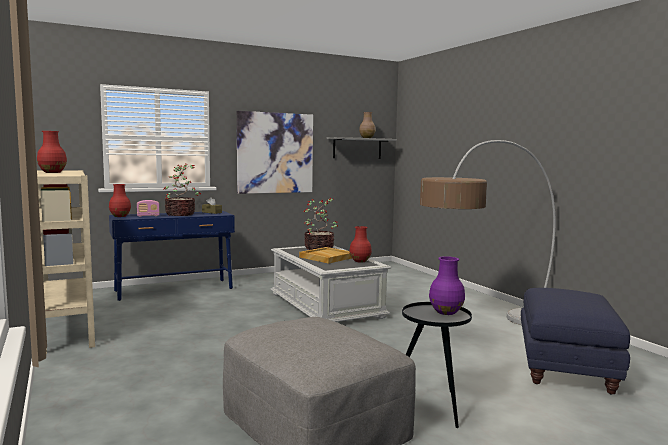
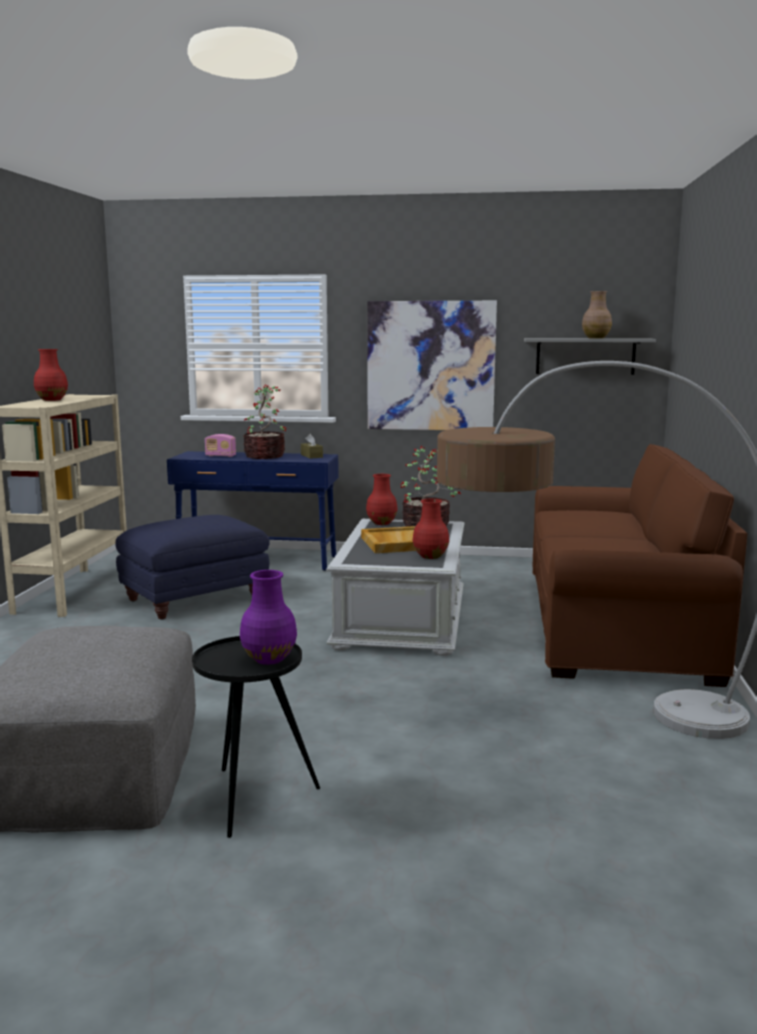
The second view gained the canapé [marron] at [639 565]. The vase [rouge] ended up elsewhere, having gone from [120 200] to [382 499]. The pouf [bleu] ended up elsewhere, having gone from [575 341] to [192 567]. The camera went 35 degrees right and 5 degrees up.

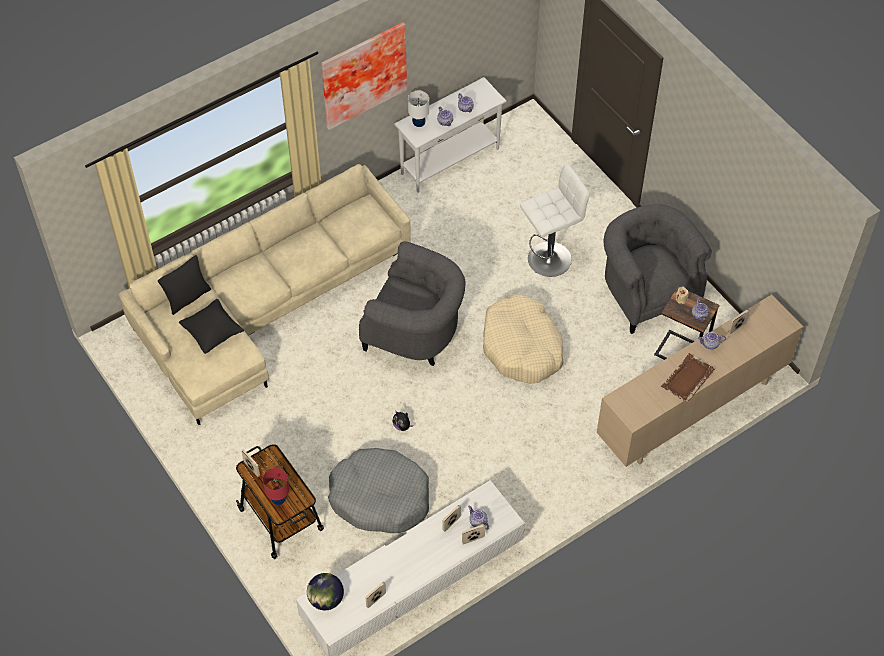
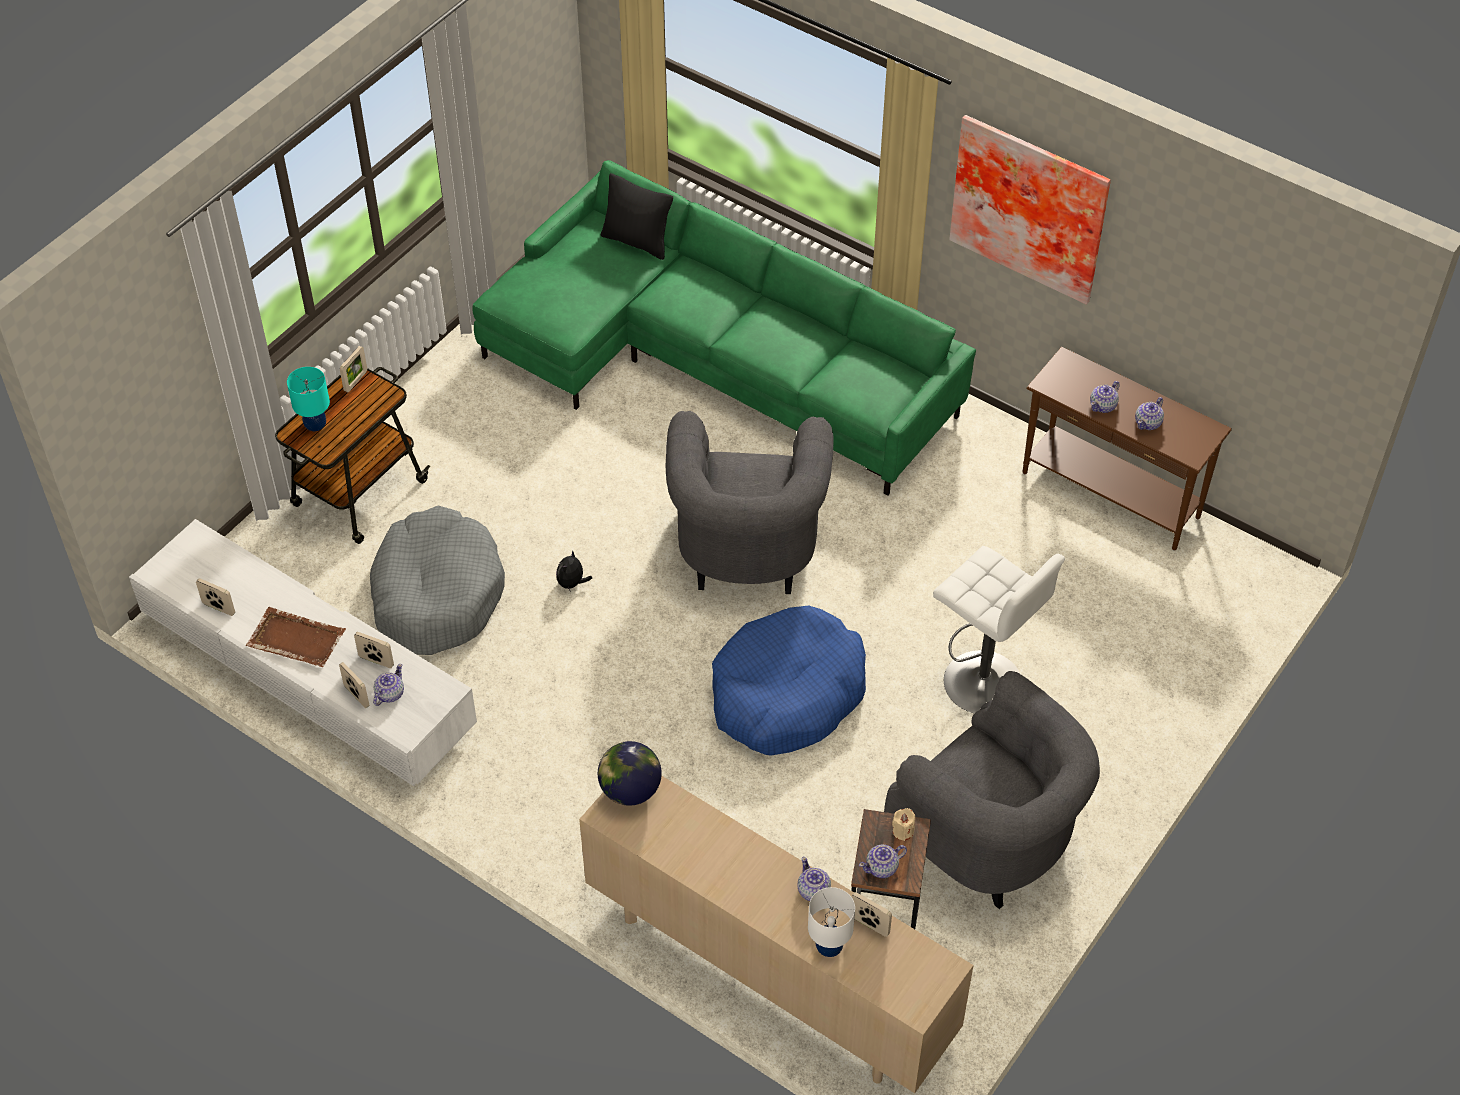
The second view lost the coussin [noir] at [211 326]. The globe ended up elsewhere, having gone from [325 591] to [630 773]. The lampe de table [blanc] ended up elsewhere, having gone from [418 109] to [831 922]. The plateau [marron] ended up elsewhere, having gone from [688 378] to [296 637]. What was the canapé [beige] at [264 294] turned into the canapé [vert] at [724 328]. What was the lampe de table [rouge] at [276 486] turned into the lampe de table [turquoise] at [308 399]. What was the table console [blanc] at [450 135] turned into the table console [marron] at [1127 449]. What was the panier pour chien [beige] at [523 338] turned into the panier pour chien [bleu] at [789 681]. The fauteuil [gris] at [658 269] ended up facing another way, 90 degrees clockwise from before. The camera went 70 degrees right and 5 degrees down.

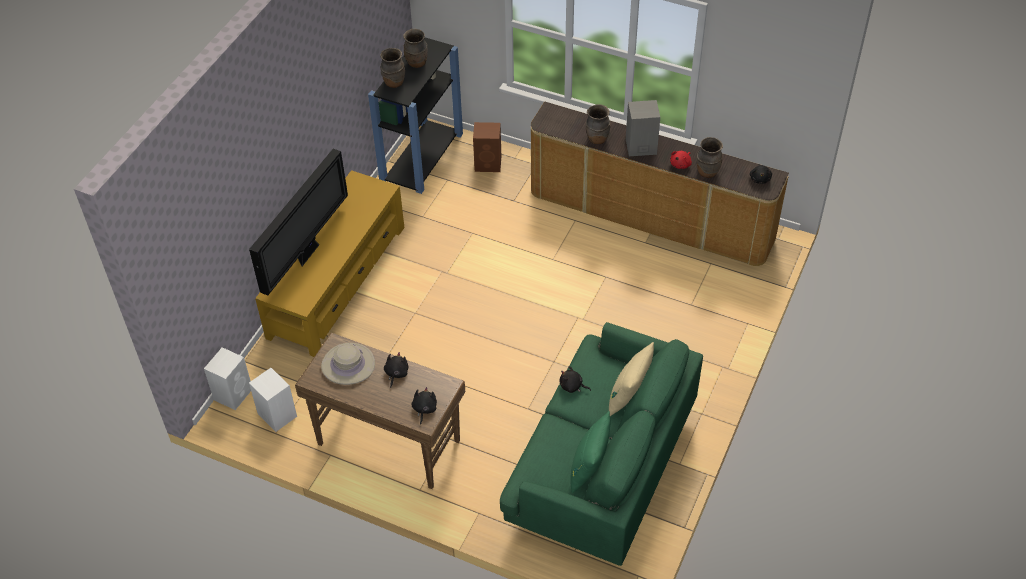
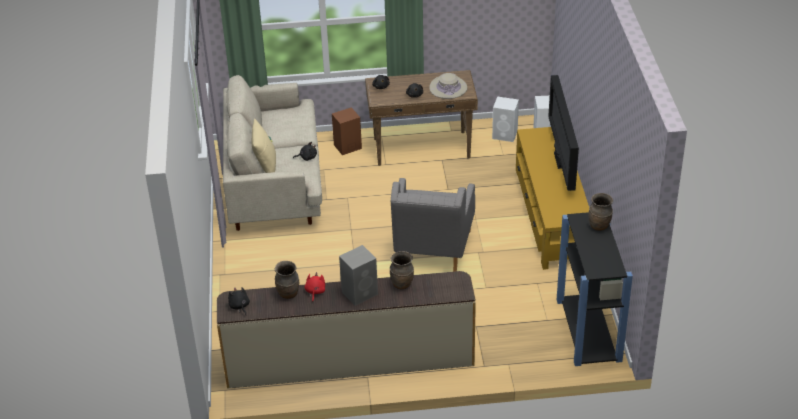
The second view lost the vase [marron] at [415 48]. The second view lost the coussin [vert] at [590 452]. The second view gained the fauteuil [gris] at [433 225]. The enceinte [marron] ended up elsewhere, having gone from [487 147] to [347 131]. What was the canapé [vert] at [601 444] turned into the canapé [beige] at [272 153]. The camera went 150 degrees right and 10 degrees down.

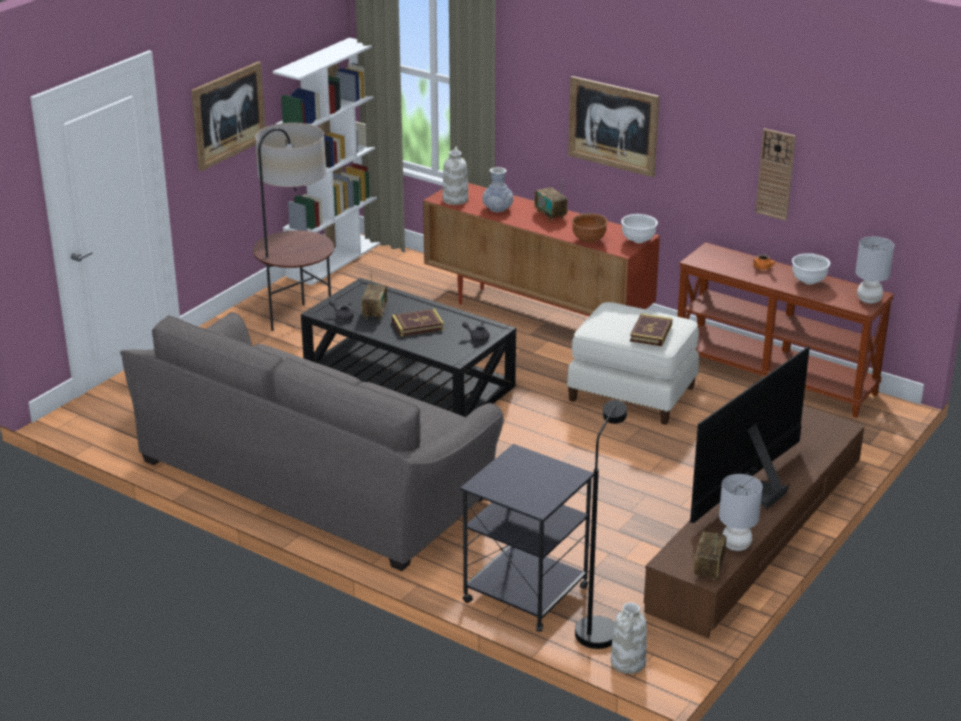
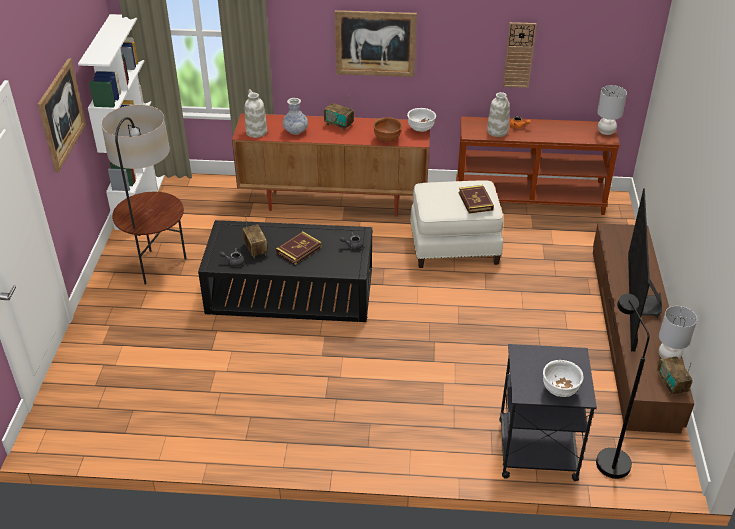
The second view lost the canapé [gris] at [312 441]. The vase [blanc] ended up elsewhere, having gone from [629 638] to [498 114]. The bol [blanc] ended up elsewhere, having gone from [811 269] to [563 378]. The camera went 30 degrees left and 10 degrees up.

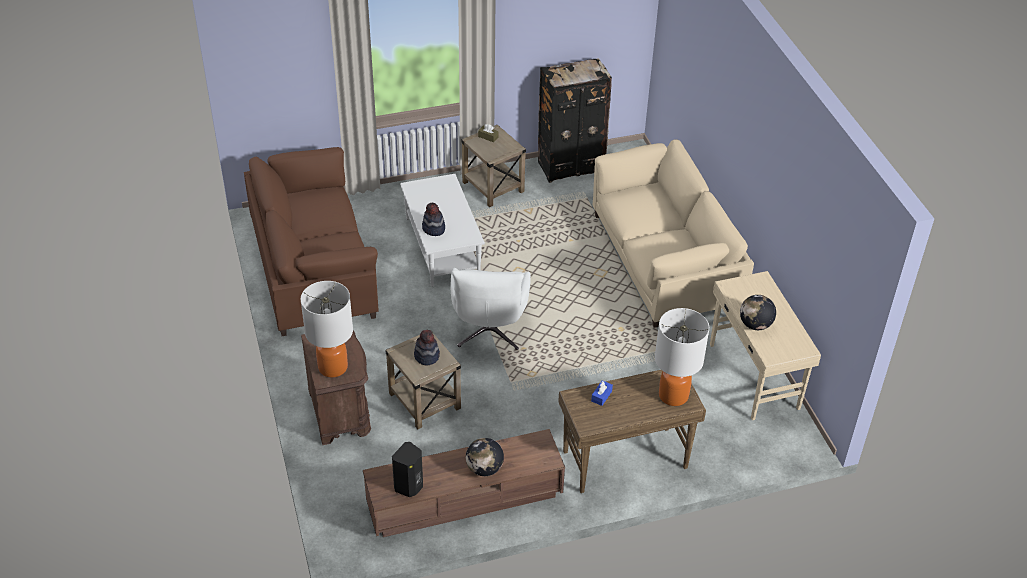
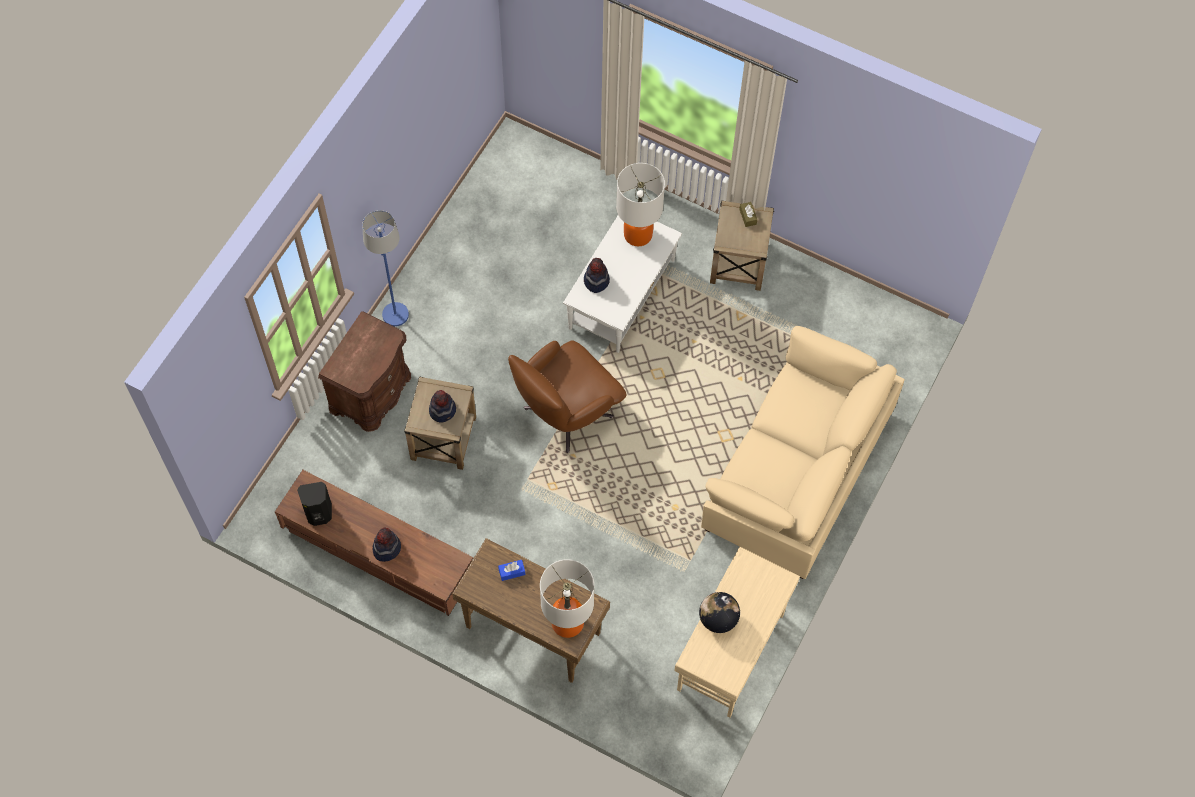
The second view lost the canapé [marron] at [311 241]. The second view lost the meuble de rangement [noir] at [575 121]. The second view gained the lampadaire [bleu] at [385 268]. The lampe de table ended up elsewhere, having gone from [327 329] to [640 204]. Where the globe stood at [485 457], the chapeau came to stand at [386 545]. What was the fauteuil [blanc] at [491 309] turned into the fauteuil [marron] at [567 396]. The camera went 45 degrees right and 20 degrees up.

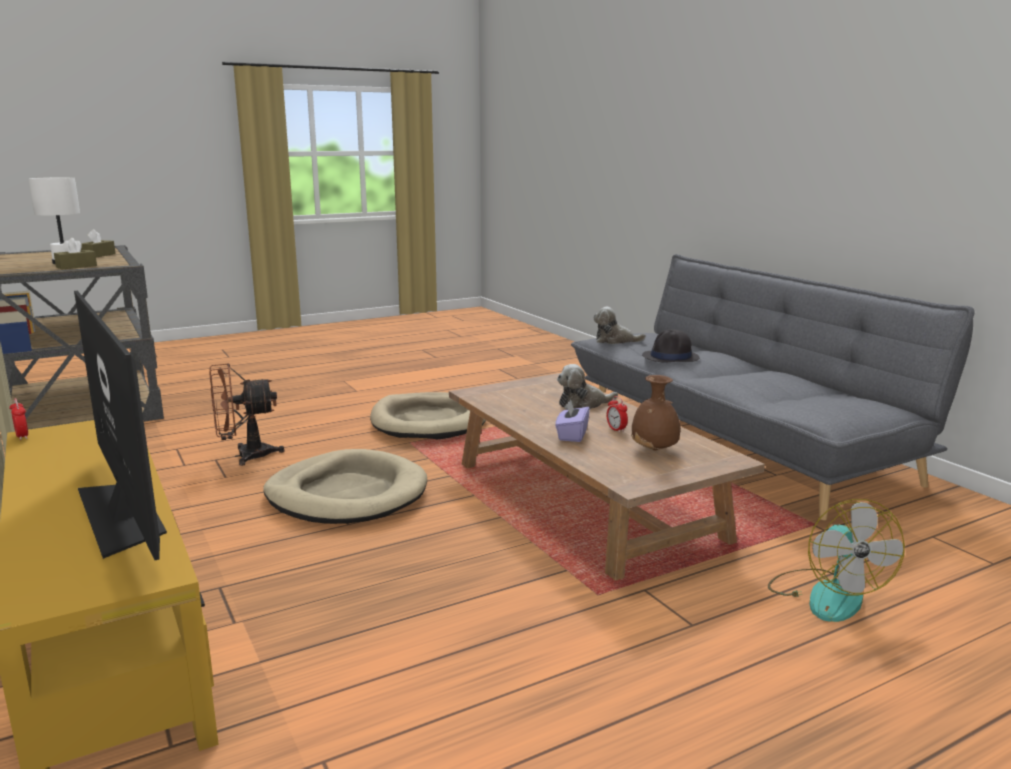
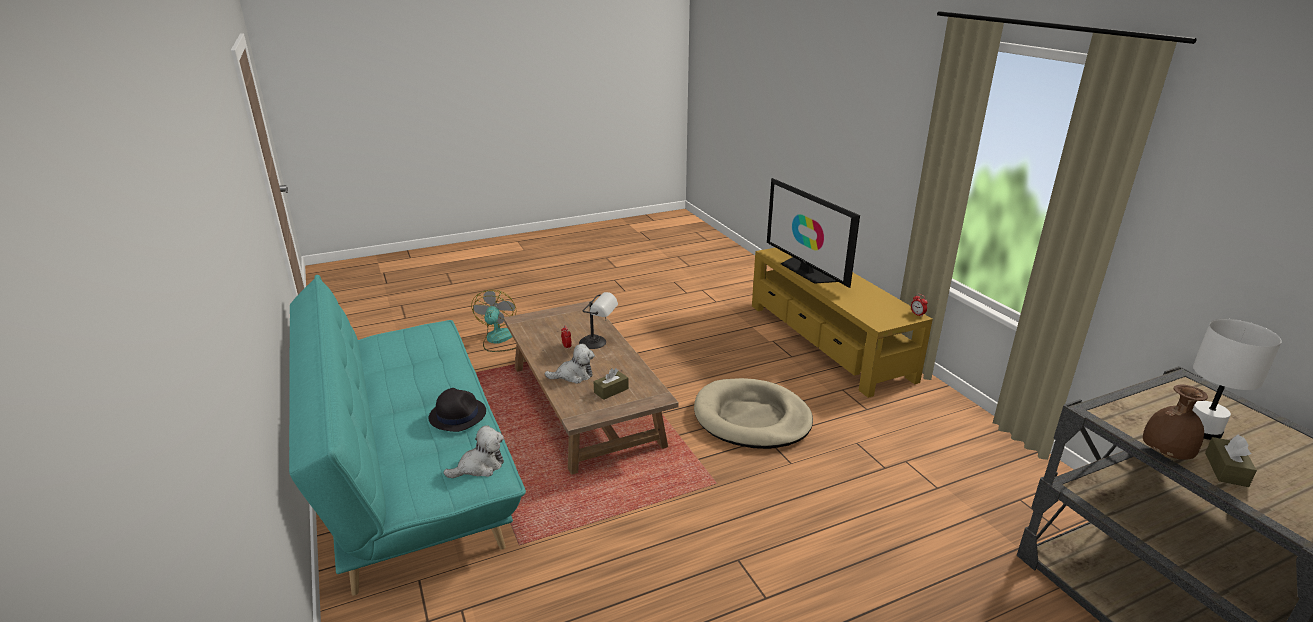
The second view lost the ventilateur [marron] at [246 414]. The second view lost the panier pour chien [beige] at [428 416]. The boîte à mouchoirs [marron] ended up elsewhere, having gone from [75 253] to [611 384]. The vase [marron] ended up elsewhere, having gone from [656 412] to [1175 422]. Where the boîte à mouchoirs [violet] stood at [572 420], the lampe de table came to stand at [598 320]. What was the canapé [gris] at [773 387] turned into the canapé [turquoise] at [407 435]. The peluche at [619 325] ended up facing another way, 45 degrees counterclockwise from before. The camera went 175 degrees left and 10 degrees up.

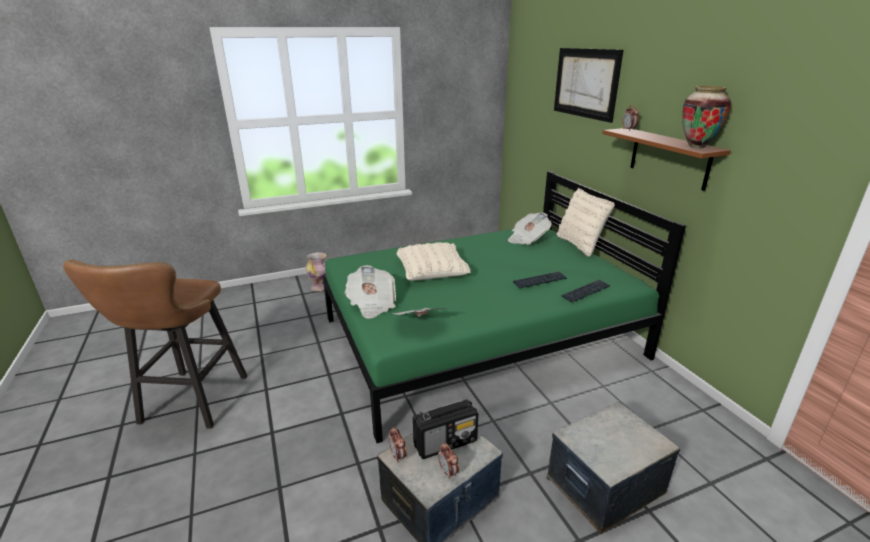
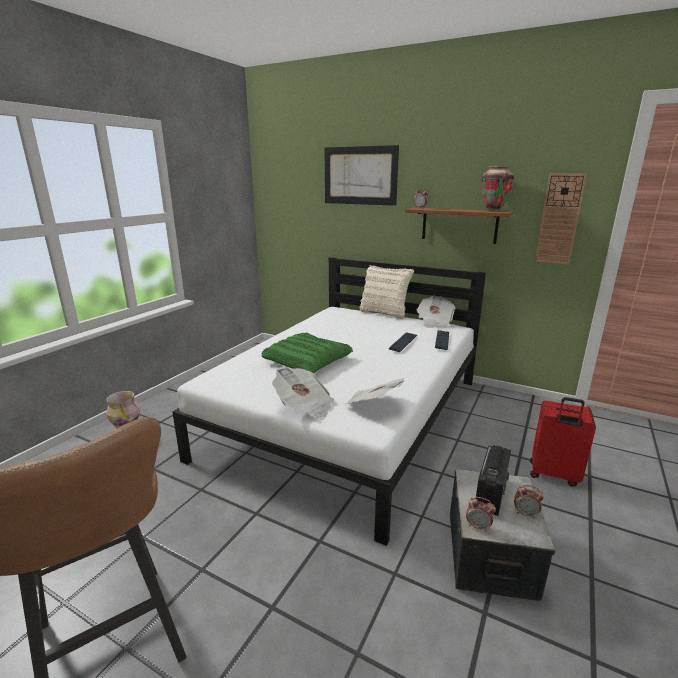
The second view gained the horloge murale at [561 219]. The journal ended up elsewhere, having gone from [530 228] to [436 312]. Where the boîte de rangement stood at [613 468], the valise [rouge] came to stand at [563 442]. What was the lit [vert] at [504 307] turned into the lit [blanc] at [329 401]. What was the coussin [beige] at [433 261] turned into the coussin [vert] at [307 353]. The camera went 40 degrees left and 5 degrees down.

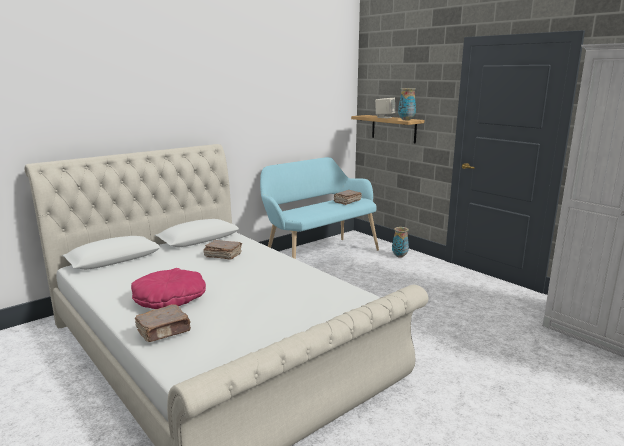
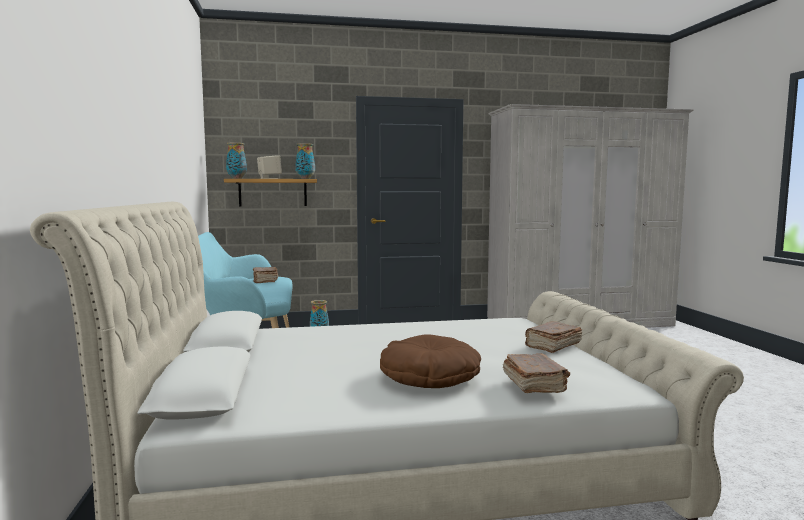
The second view gained the vase at [236 161]. The livre [marron] ended up elsewhere, having gone from [222 250] to [553 337]. What was the coussin [rose] at [168 288] turned into the coussin [marron] at [430 361]. The camera went 60 degrees left and 10 degrees down.

